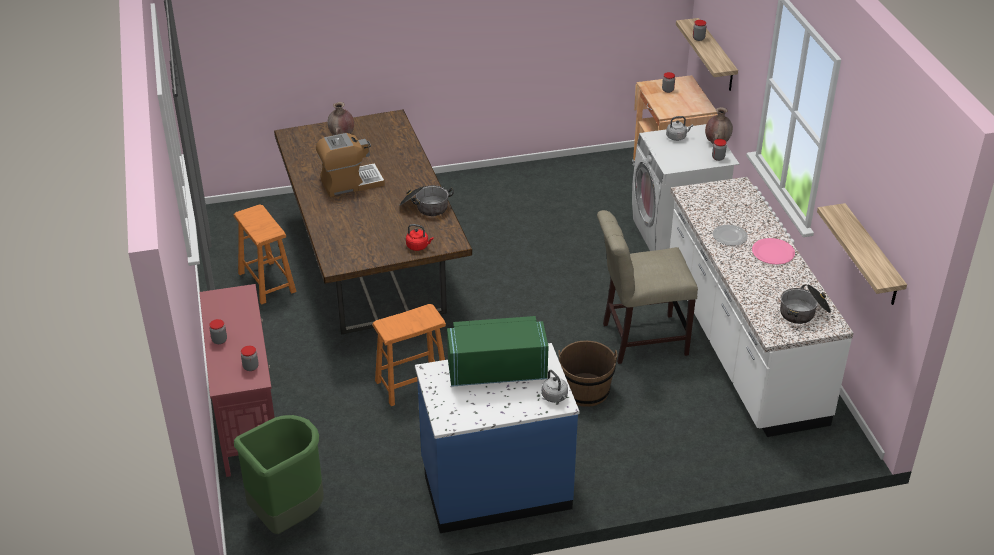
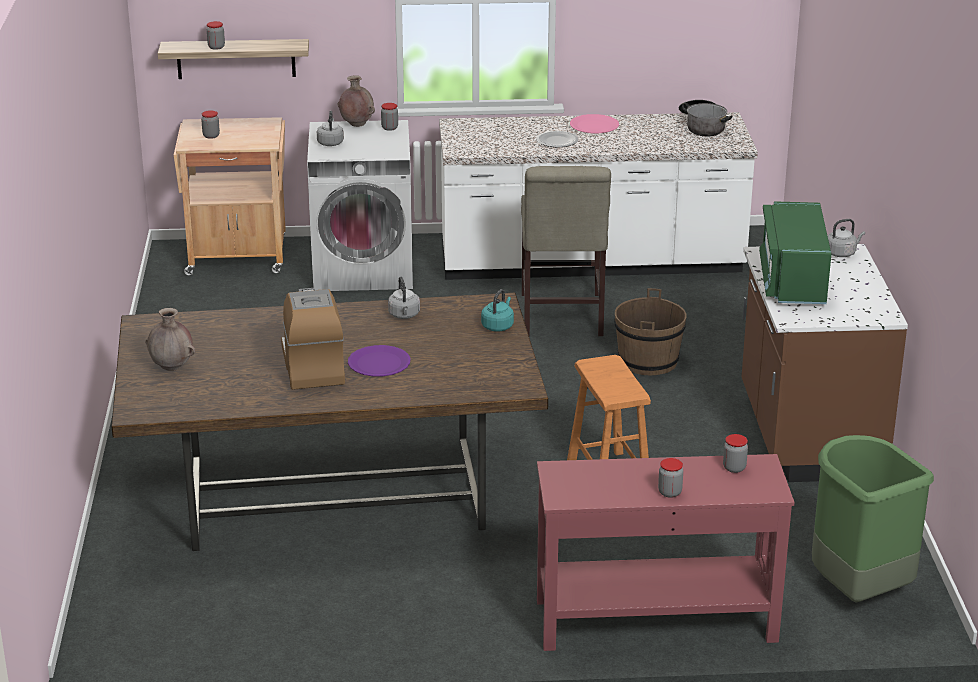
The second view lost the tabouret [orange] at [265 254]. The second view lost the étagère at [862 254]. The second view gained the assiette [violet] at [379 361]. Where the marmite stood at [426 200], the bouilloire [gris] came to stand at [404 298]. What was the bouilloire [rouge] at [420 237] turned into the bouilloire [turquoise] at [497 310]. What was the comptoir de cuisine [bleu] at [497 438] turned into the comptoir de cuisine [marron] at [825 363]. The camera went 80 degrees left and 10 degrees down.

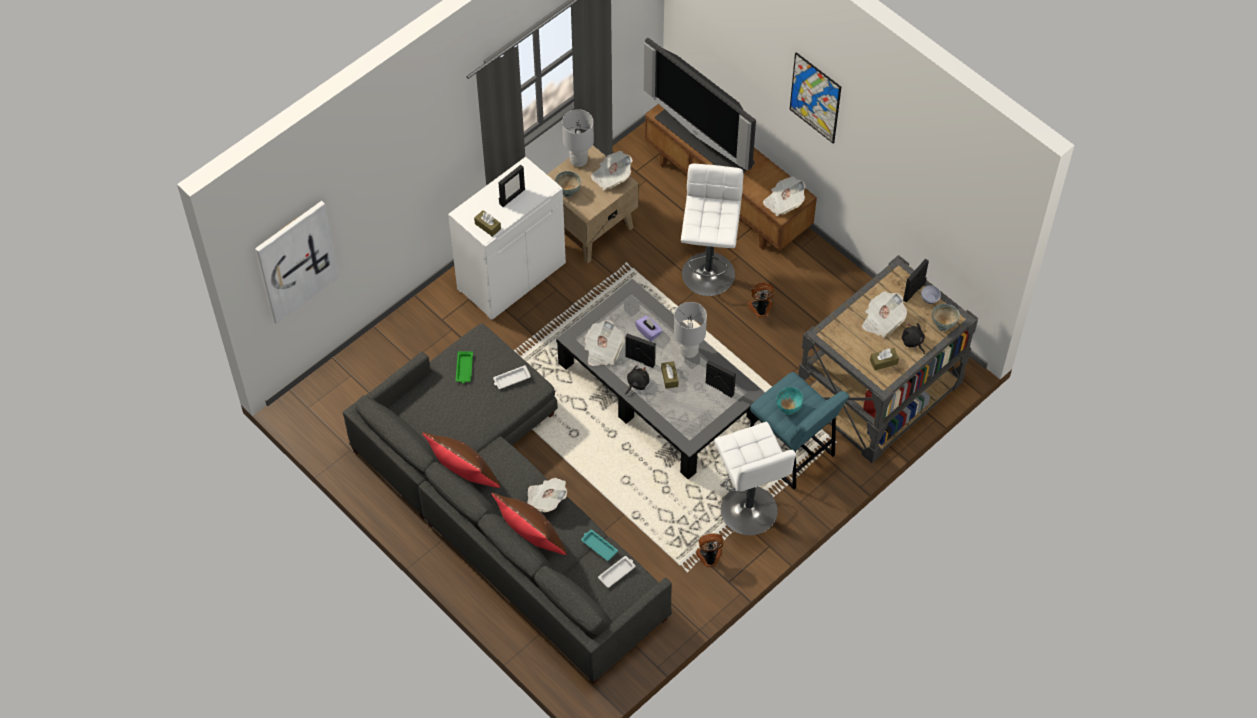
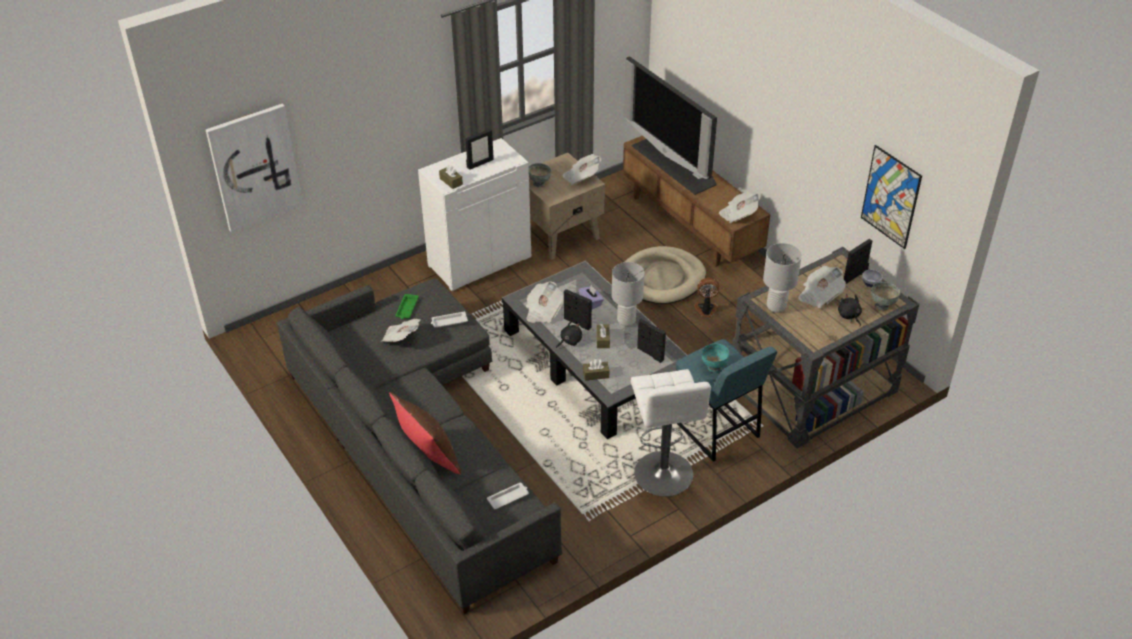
The second view lost the coussin [marron] at [461 460]. The second view lost the plateau [turquoise] at [599 545]. The second view lost the ventilateur at [710 550]. The journal ended up elsewhere, having gone from [547 495] to [400 330]. The lampe de table [gris] ended up elsewhere, having gone from [578 138] to [782 278]. The tableau ended up elsewhere, having gone from [815 98] to [891 197]. The boîte à mouchoirs [marron] ended up elsewhere, having gone from [884 359] to [596 370]. Where the tabouret [blanc] stood at [712 230], the panier pour chien [beige] came to stand at [665 275]. The camera went 10 degrees right and 15 degrees down.

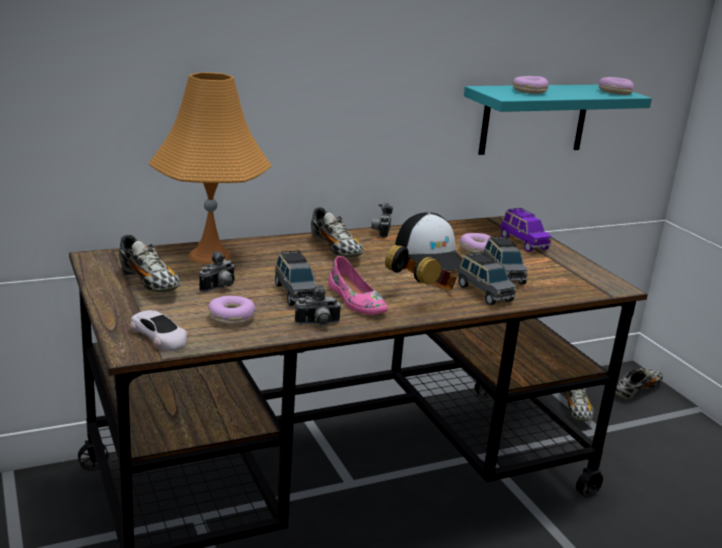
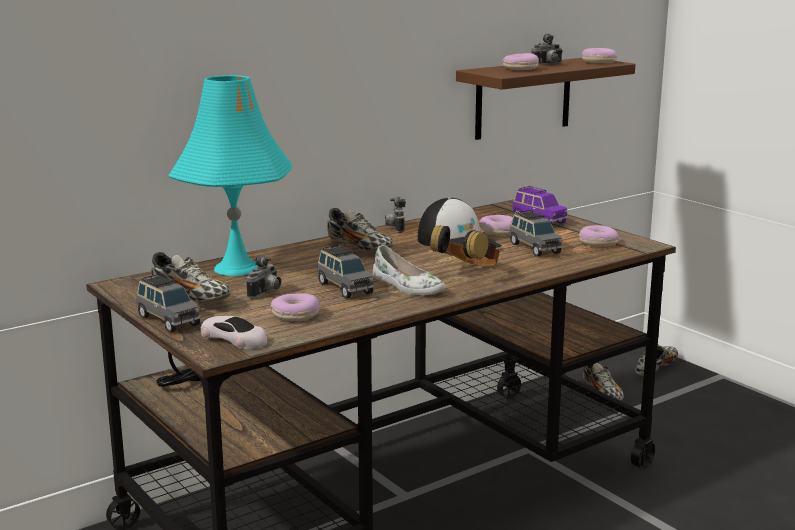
The second view gained the beignet at [599 236]. The appareil photo ended up elsewhere, having gone from [318 305] to [547 49]. The petite voiture [gris] ended up elsewhere, having gone from [487 279] to [169 303]. What was the lampe de table [orange] at [210 168] turned into the lampe de table [turquoise] at [231 175]. What was the chaussure [rose] at [358 285] turned into the chaussure [blanc] at [409 270]. What was the étagère [turquoise] at [558 120] turned into the étagère [marron] at [546 99]. The camera went 10 degrees left and 5 degrees down.

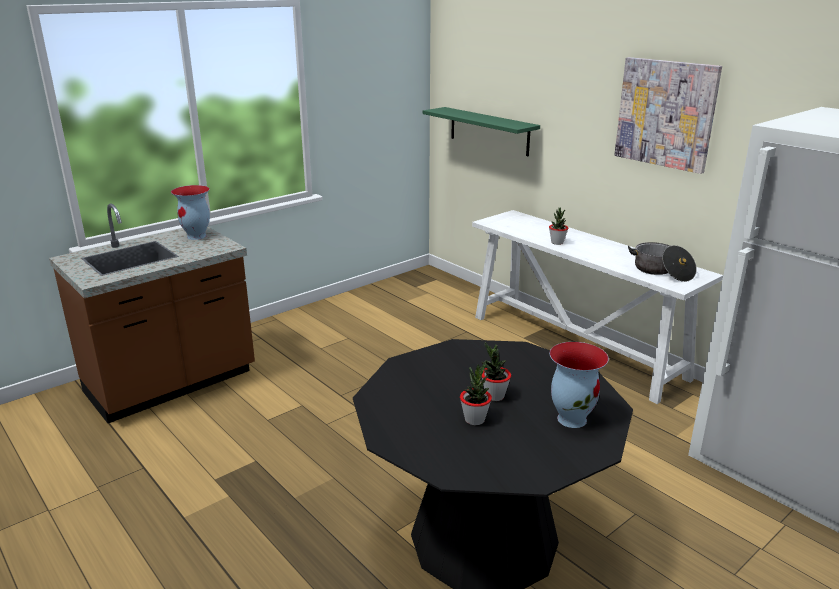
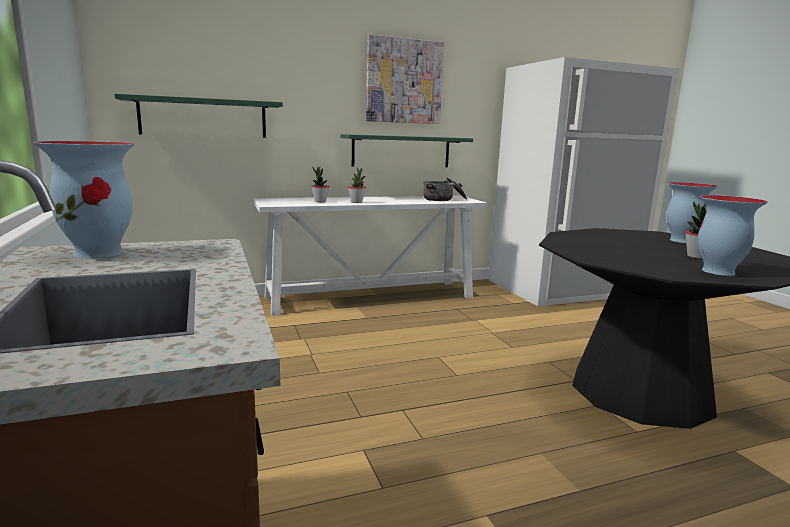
The second view gained the étagère [vert] at [406 150]. The second view gained the vase at [732 235]. The plante en pot ended up elsewhere, having gone from [496 371] to [320 184]. The camera went 70 degrees left and 10 degrees down.

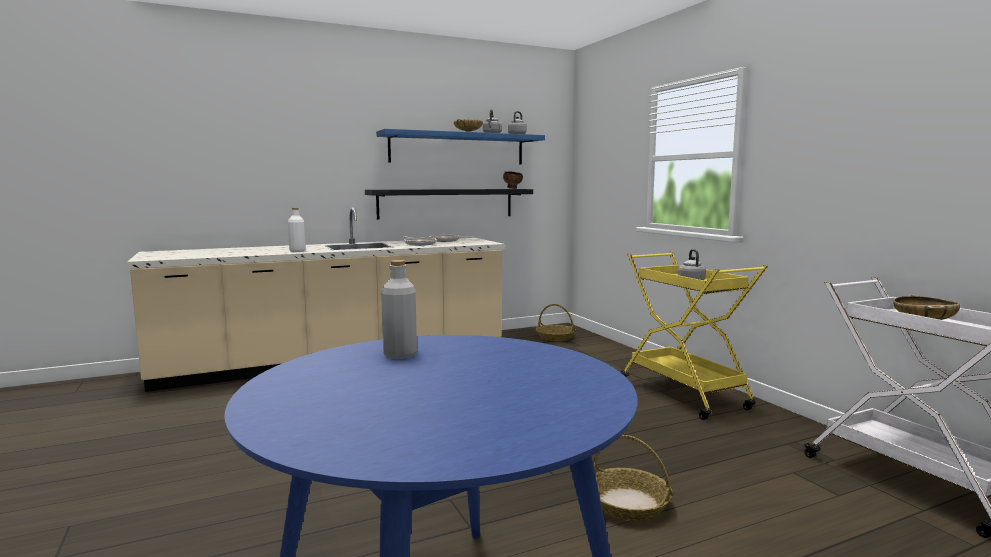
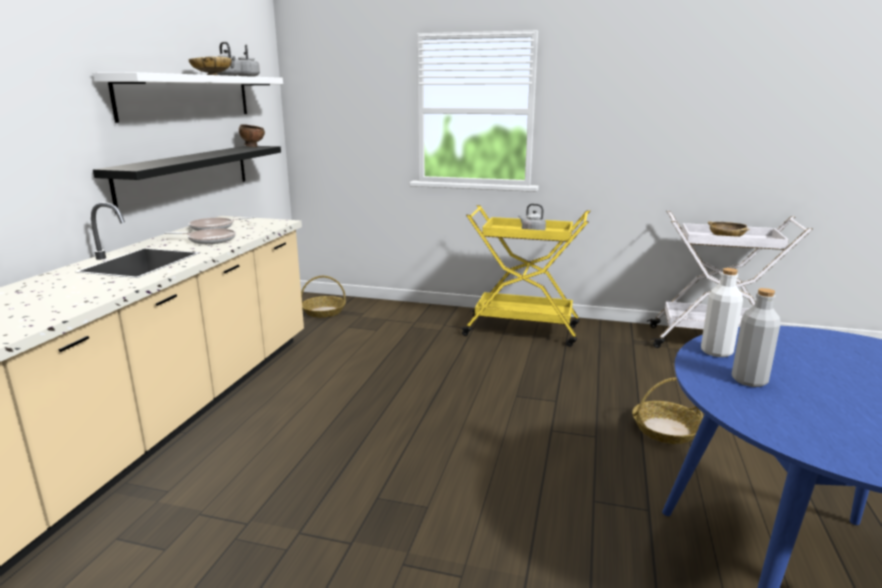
The bouteille [blanc] ended up elsewhere, having gone from [296 230] to [722 312]. What was the étagère [bleu] at [460 147] turned into the étagère [blanc] at [187 97]. The camera went 50 degrees left and 10 degrees up.

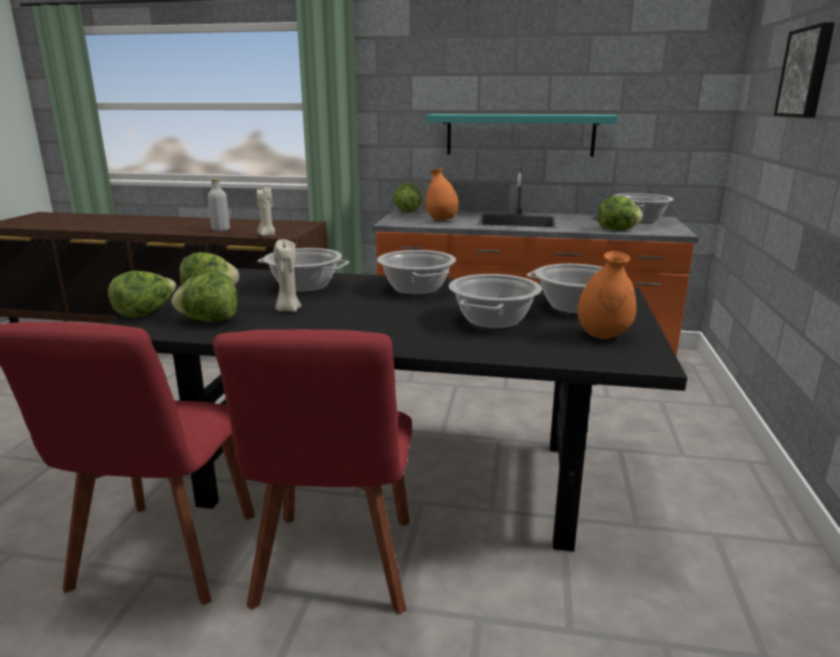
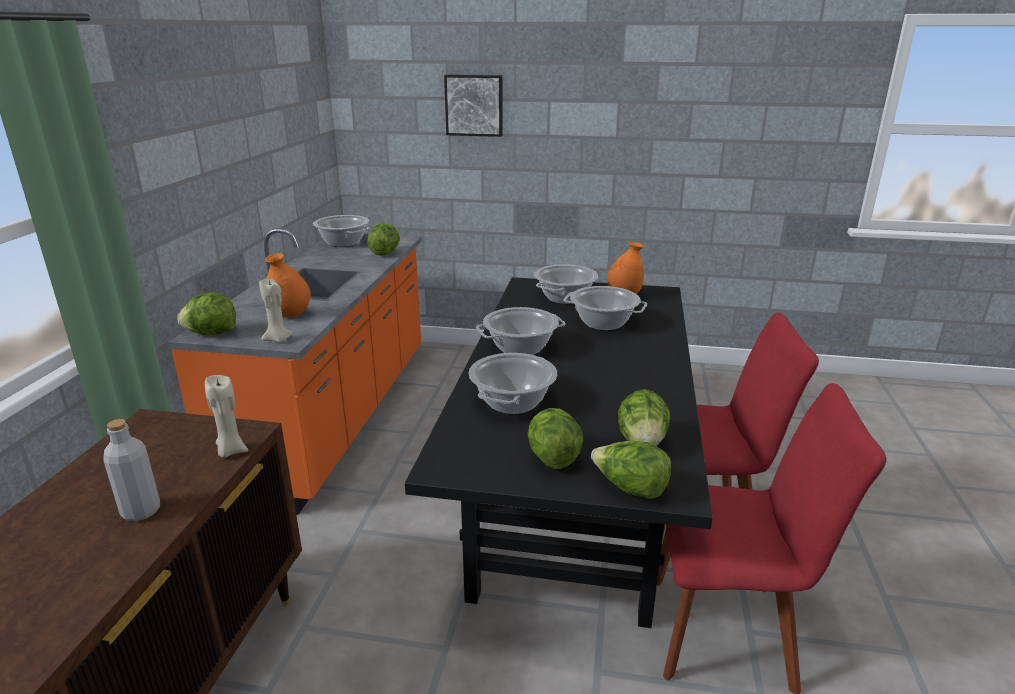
The second view lost the étagère [turquoise] at [522 135]. The bougie [beige] ended up elsewhere, having gone from [287 275] to [276 310]. The camera went 90 degrees left and 5 degrees up.

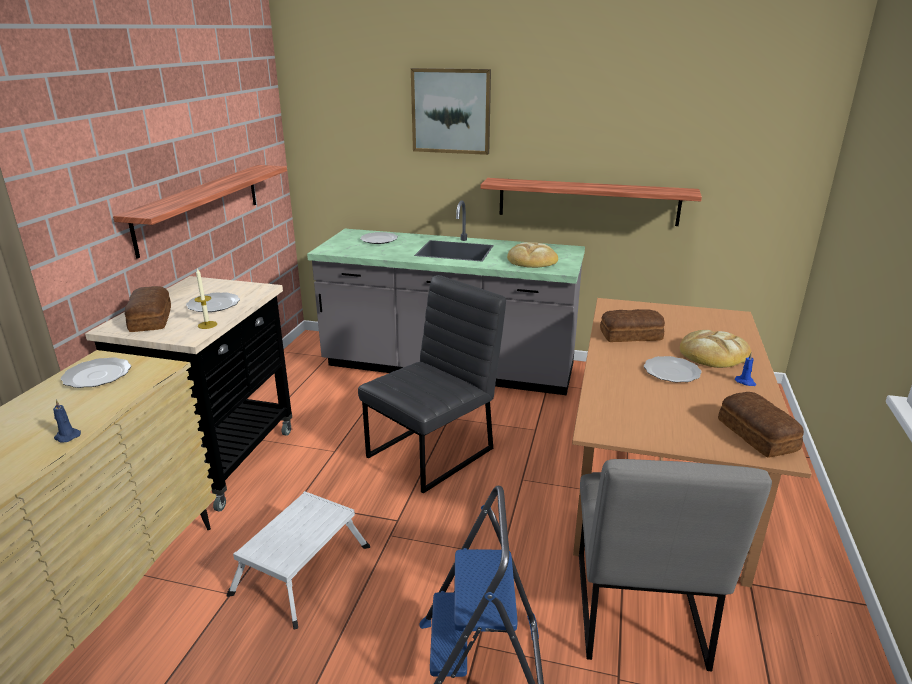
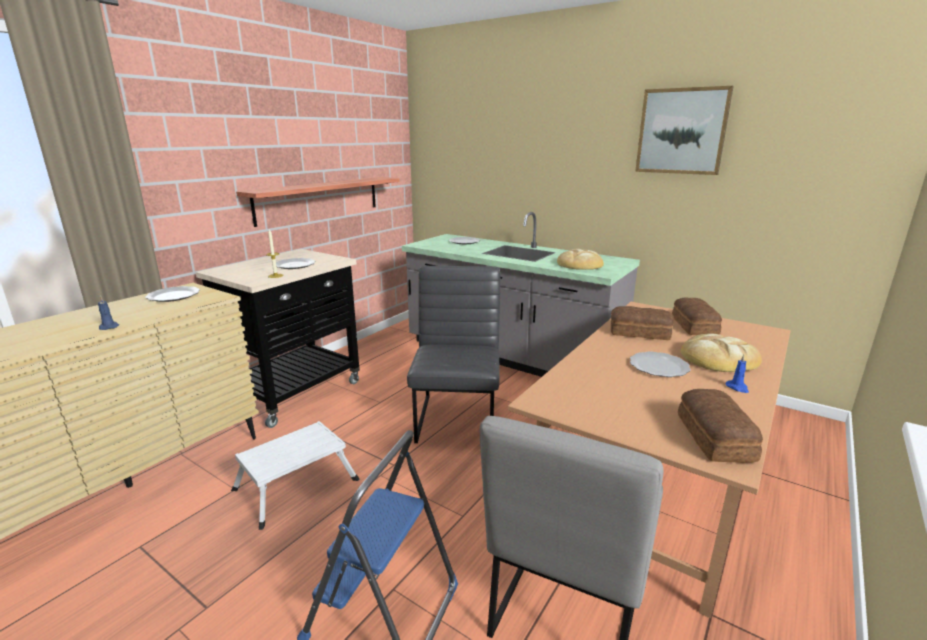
The second view lost the étagère at [591 202]. The pain ended up elsewhere, having gone from [147 309] to [697 316]. The tableau ended up elsewhere, having gone from [451 111] to [684 130]. The chaise [gris] at [432 384] ended up facing another way, 60 degrees counterclockwise from before. The camera went 20 degrees right and 5 degrees down.

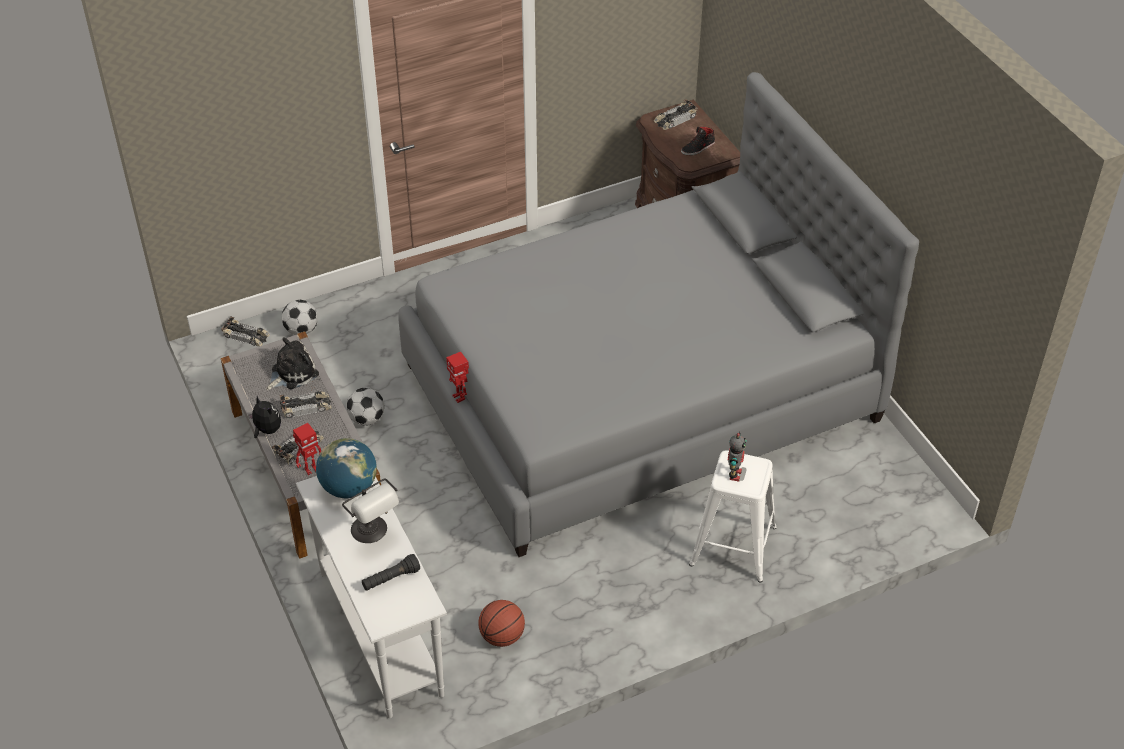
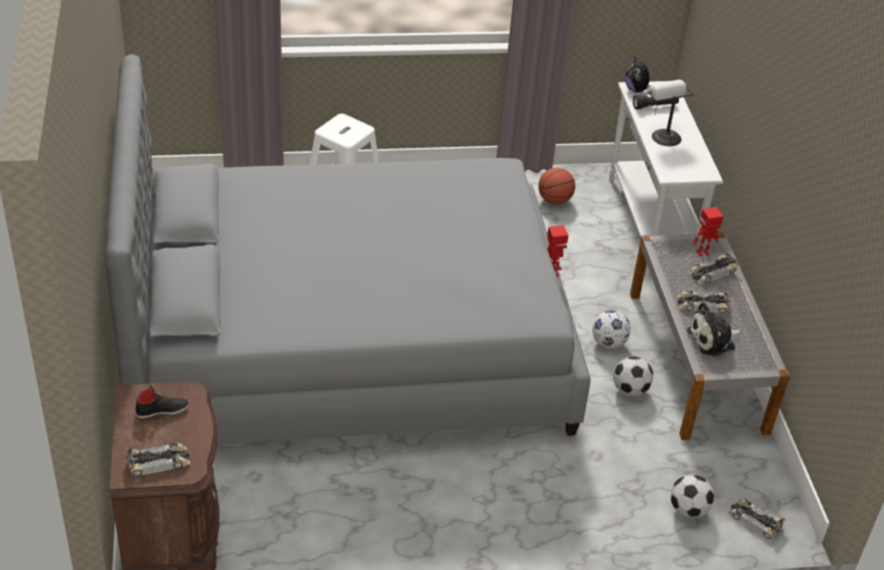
The second view lost the globe at [346 468]. The second view lost the robot jouet at [736 457]. The second view gained the ballon de foot at [611 329]. The peluche ended up elsewhere, having gone from [264 417] to [637 74]. The camera went 165 degrees left and 5 degrees down.

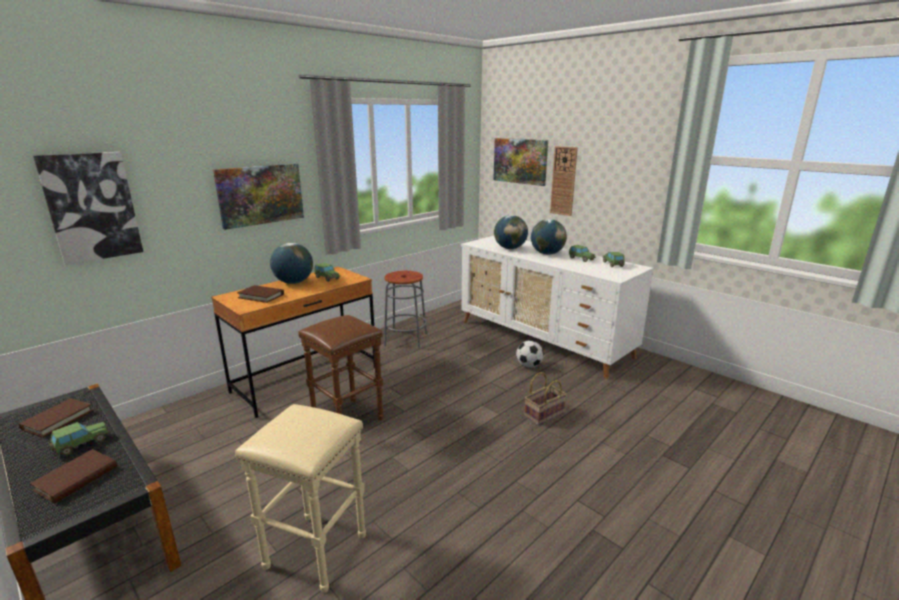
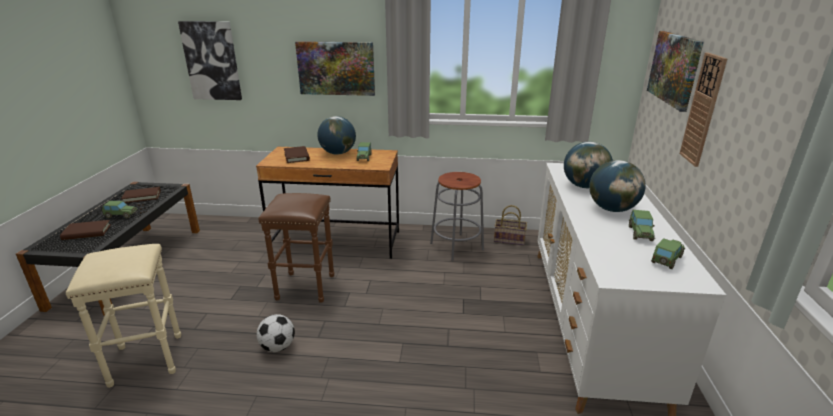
The ballon de foot ended up elsewhere, having gone from [530 354] to [276 333]. The panier ended up elsewhere, having gone from [545 399] to [510 225]. The camera went 50 degrees right and 5 degrees up.

